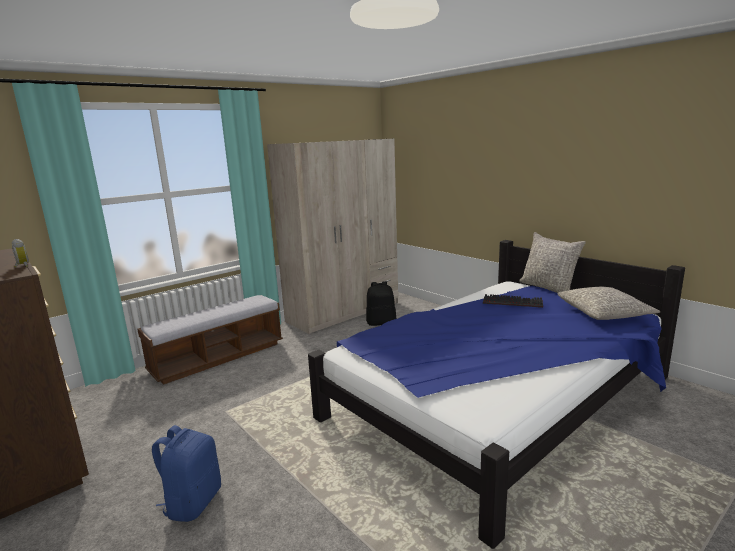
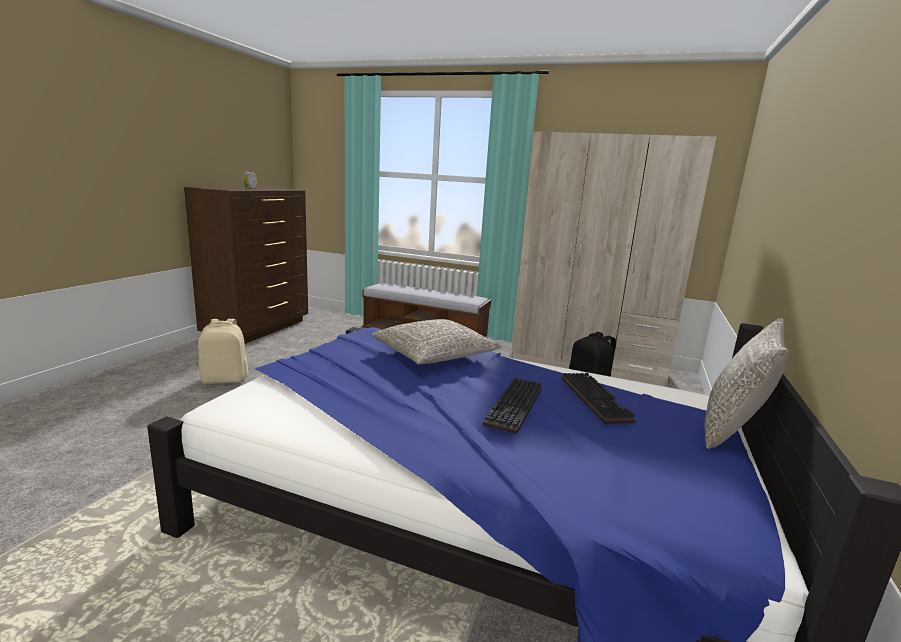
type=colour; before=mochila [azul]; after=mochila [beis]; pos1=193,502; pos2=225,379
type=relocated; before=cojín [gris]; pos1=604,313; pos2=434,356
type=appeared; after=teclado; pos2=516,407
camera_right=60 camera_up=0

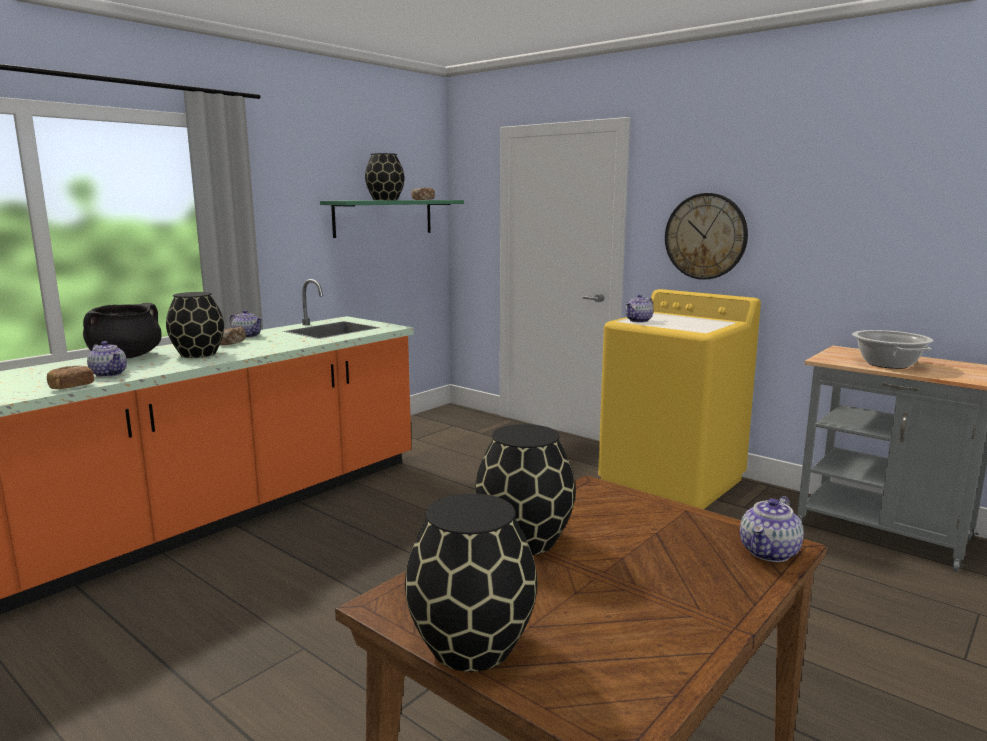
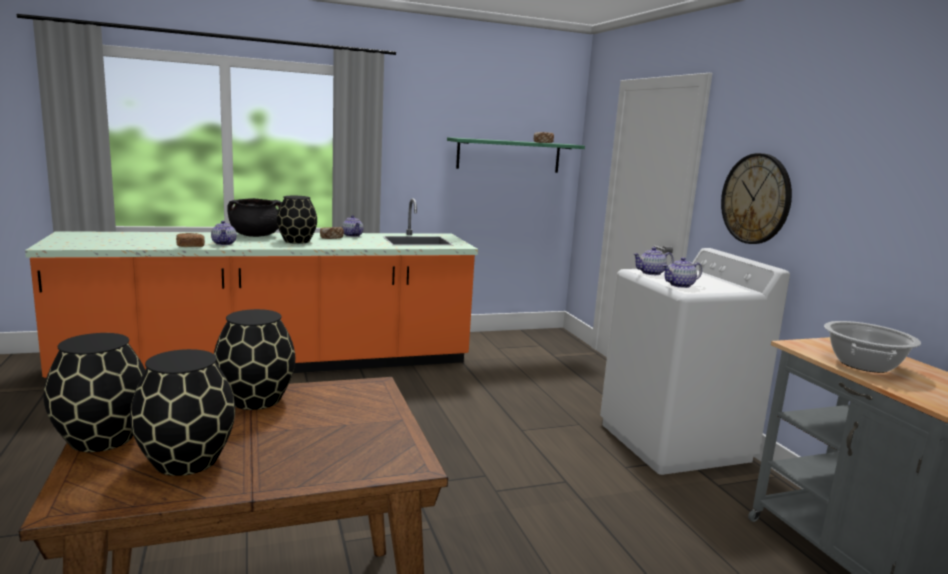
type=relocated; before=florero [negro]; pos1=385,200; pos2=185,461
type=colour; before=lavadora [amarillo]; after=lavadora [blanco]; pos1=672,482; pos2=674,442
type=relocated; before=tetera; pos1=769,553; pos2=680,285
camera_right=30 camera_up=0

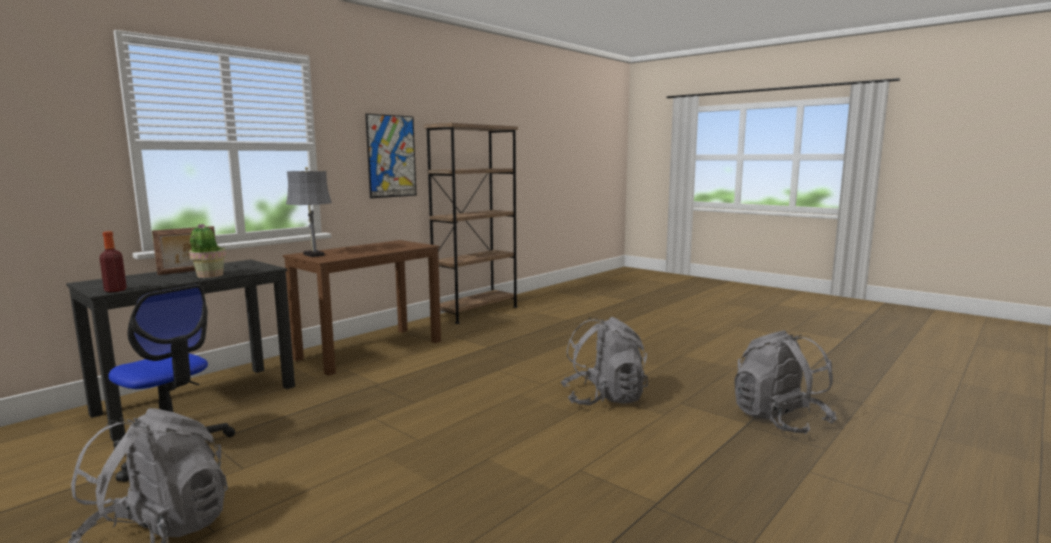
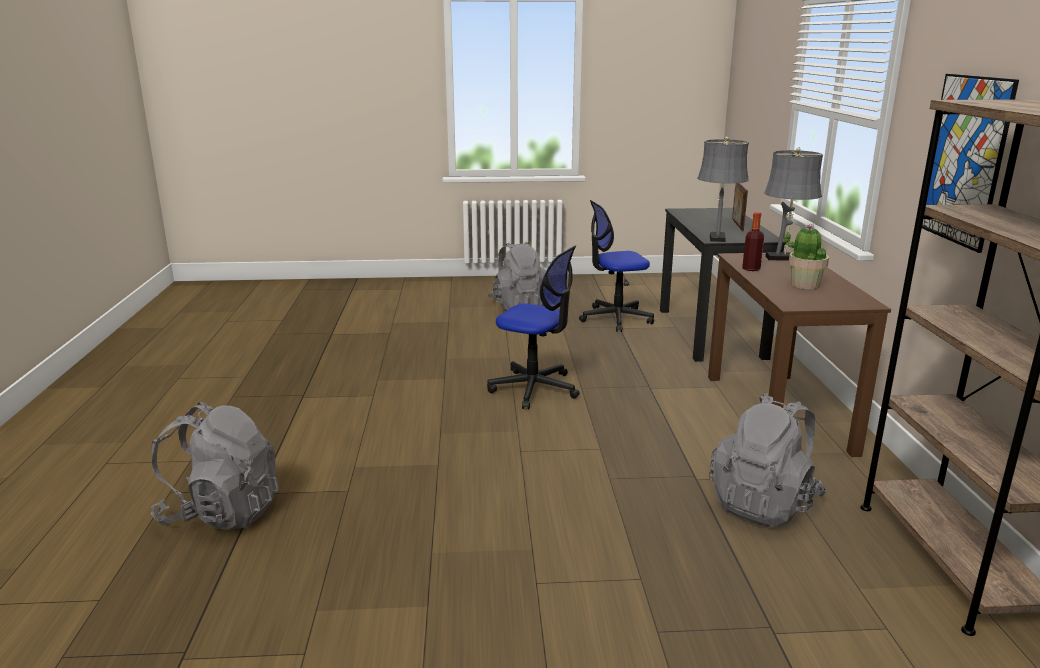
type=appeared; after=silla de oficina; pos2=534,388
type=appeared; after=lámpara de mesa [gris]; pos2=717,237
type=relocated; before=mochila [gris]; pos1=603,398; pos2=764,504
type=relocated; before=botella; pos1=115,290; pos2=751,269
type=relocated; before=planta en maceta; pos1=209,275; pos2=804,285
camera_right=135 camera_up=10

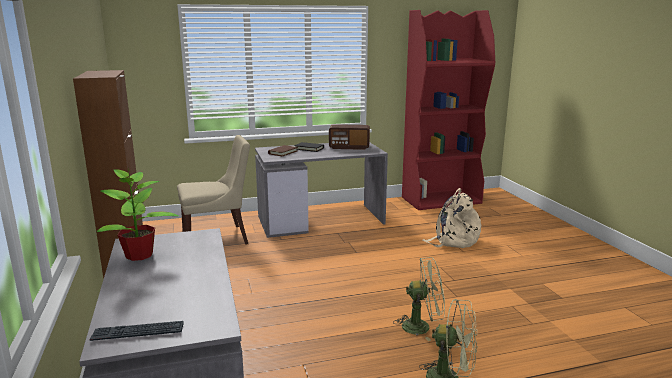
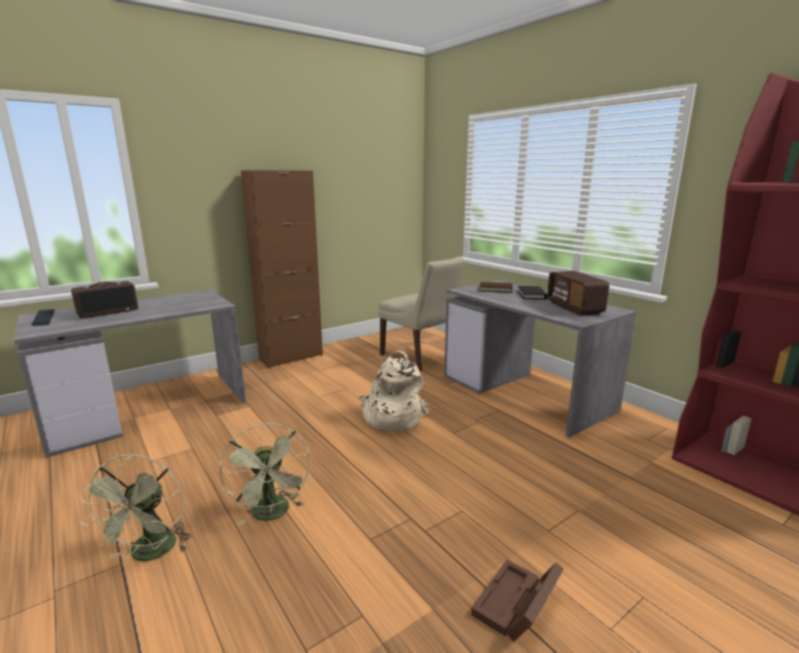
type=appeared; after=radio; pos2=108,312
type=relocated; before=mochila [beis]; pos1=453,240; pos2=391,417
type=appeared; after=caja de almacenaje [marrón]; pos2=516,606
type=missing; before=planta en maceta; pos1=139,255
camera_right=70 camera_up=0

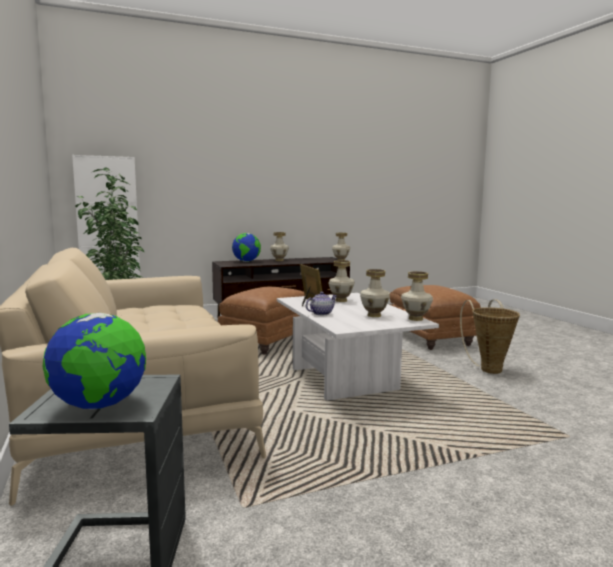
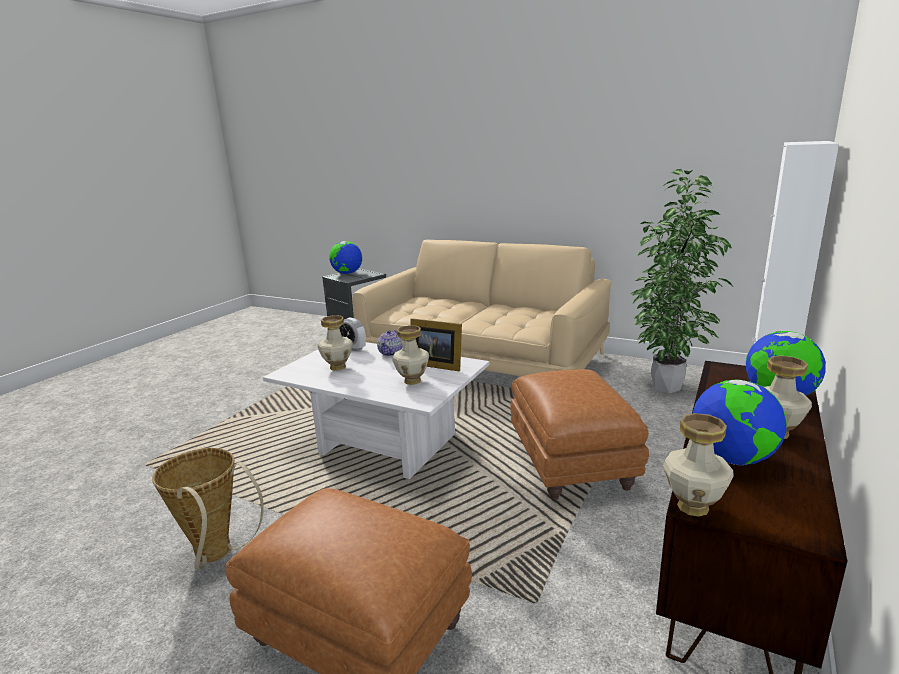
type=appeared; after=despertador; pos2=353,348
type=appeared; after=globo terráqueo; pos2=732,458
type=missing; before=florero; pos1=416,319
camera_right=140 camera_up=10

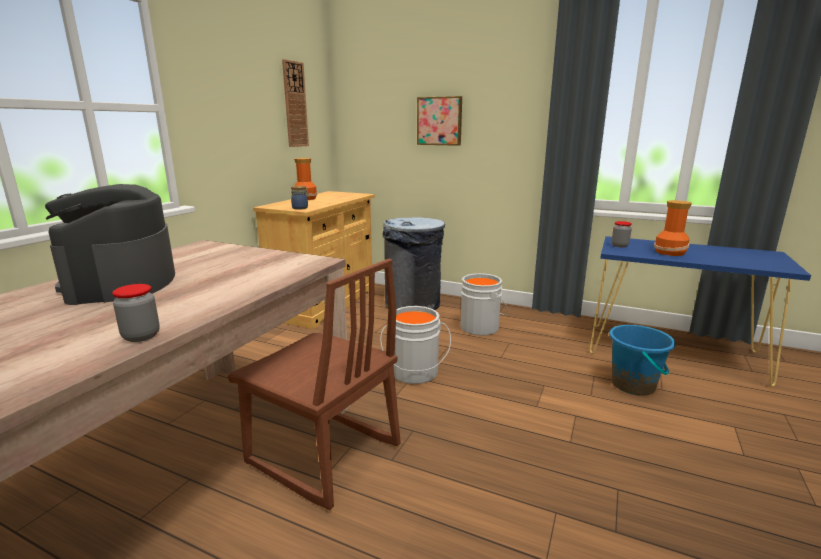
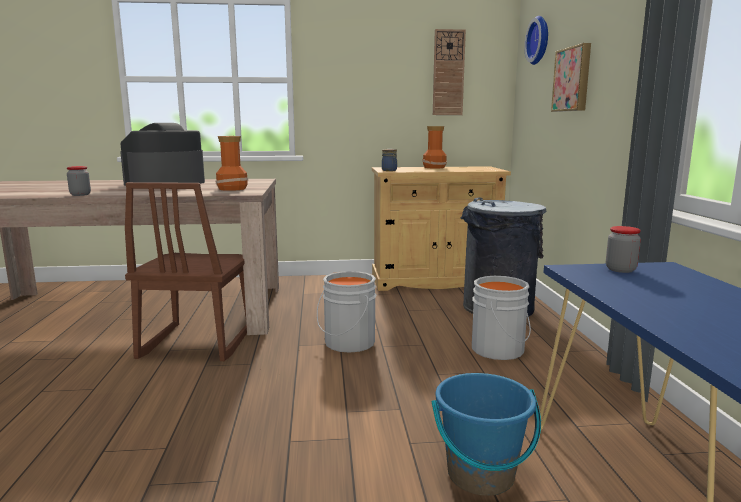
type=relocated; before=florero; pos1=670,252; pos2=232,189
type=appeared; after=reloj de pared; pos2=540,40
camera_right=60 camera_up=-5

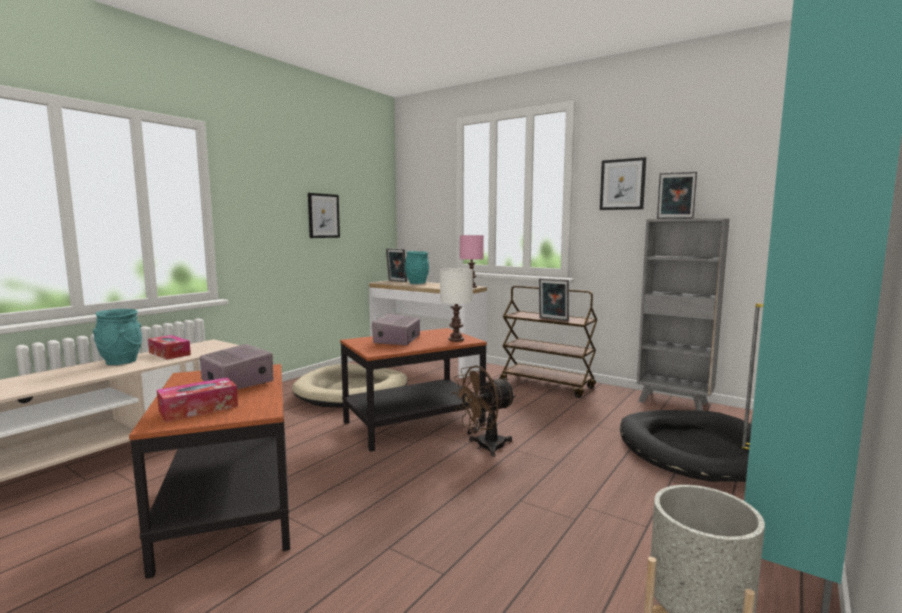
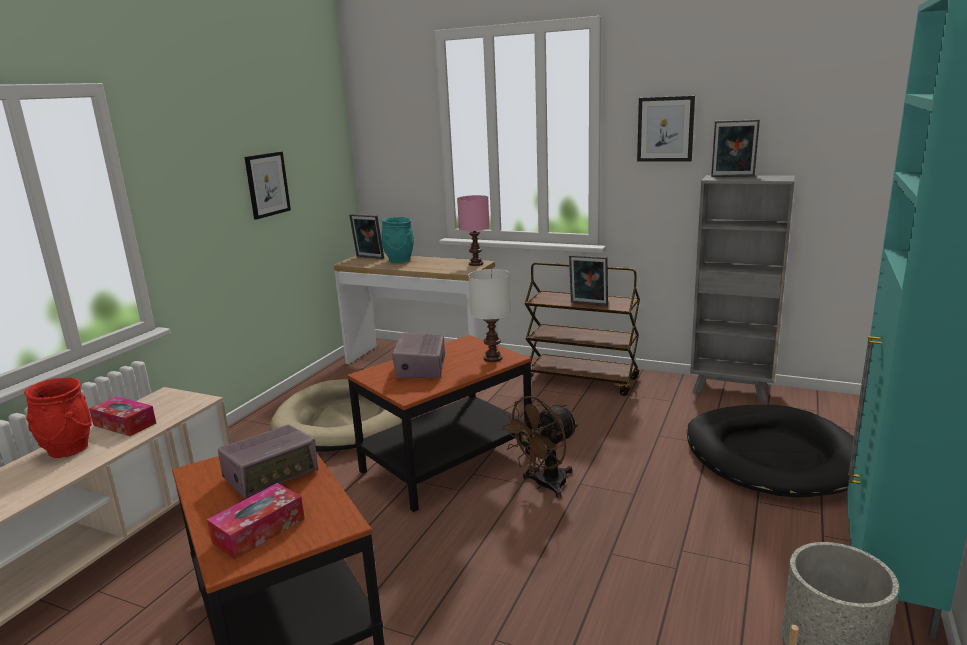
type=colour; before=florero [turquesa]; after=florero [rojo]; pos1=120,362; pos2=67,449
type=spun; before=radio; pos1=237,382; pos2=271,475; turn=105
camera_right=-10 camera_up=10

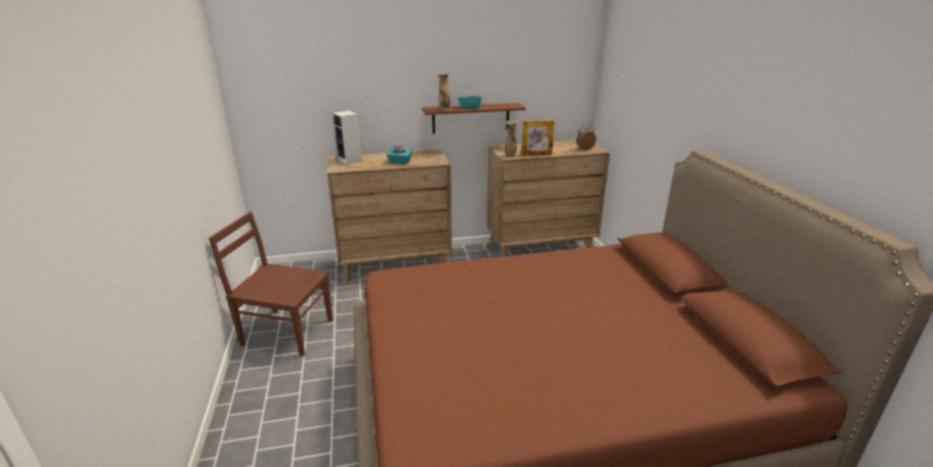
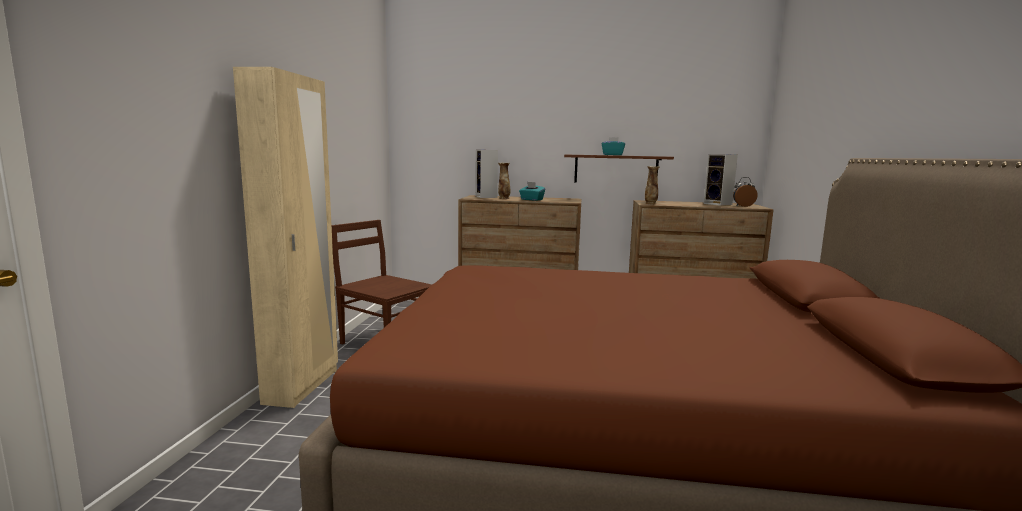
type=appeared; after=armario ropero [beis]; pos2=302,386
type=relocated; before=florero; pos1=444,109; pos2=503,198
type=appeared; after=altavoz; pos2=719,204
type=missing; before=portarretratos; pos1=536,155
camera_right=20 camera_up=-15

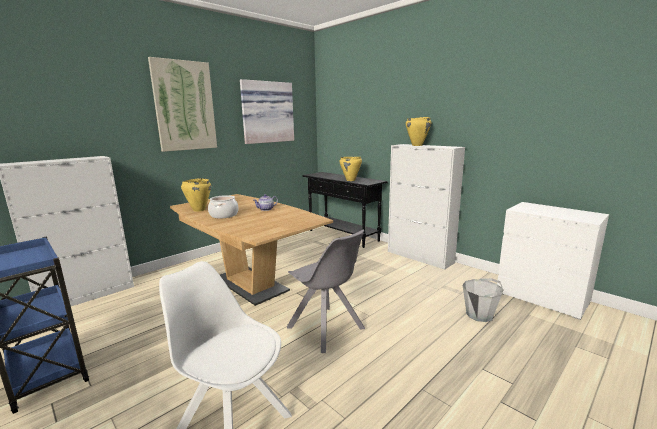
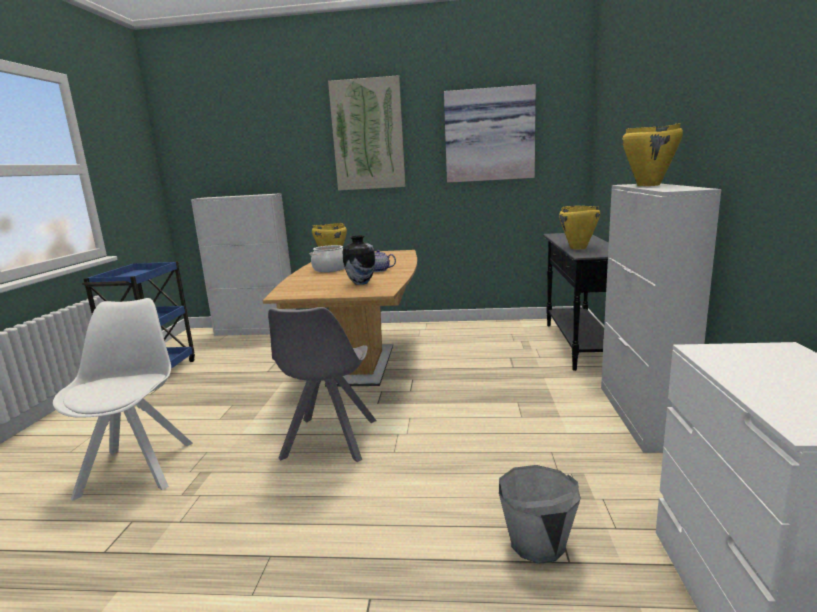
type=appeared; after=florero; pos2=361,283
camera_right=50 camera_up=0

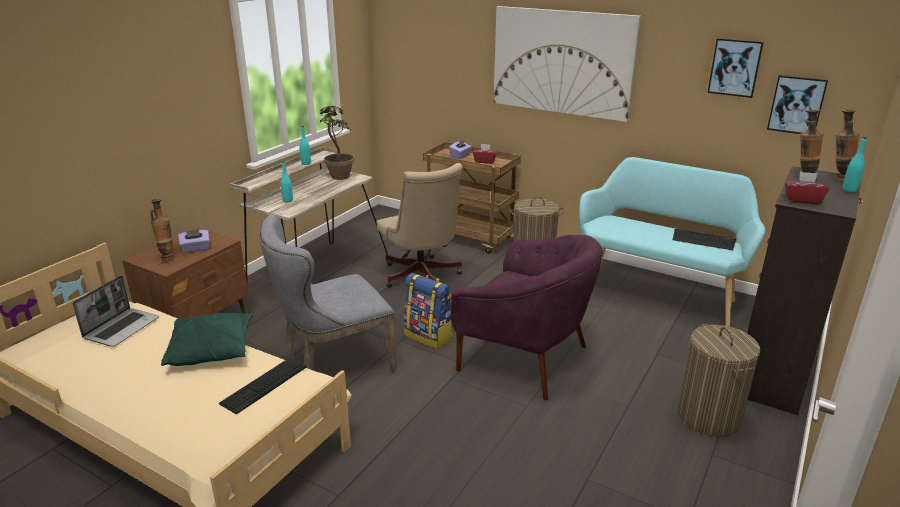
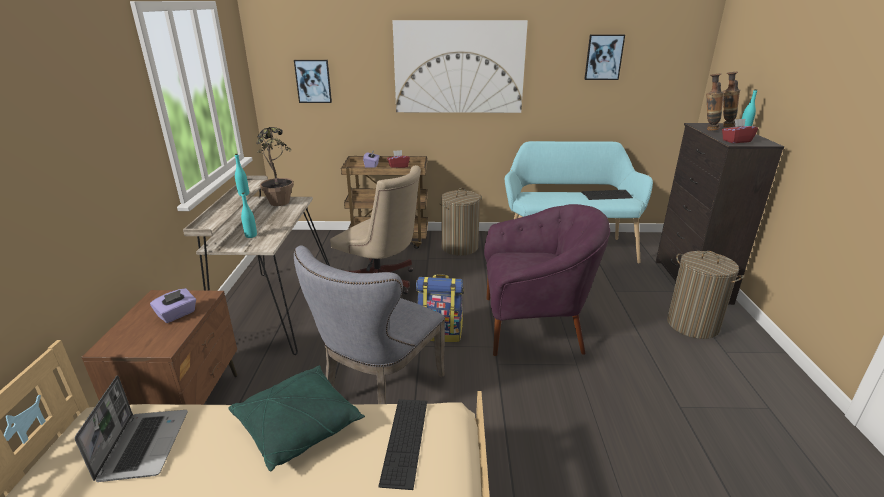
type=relocated; before=cuadro; pos1=796,104; pos2=313,81
type=missing; before=florero; pos1=167,258
camera_right=-30 camera_up=0

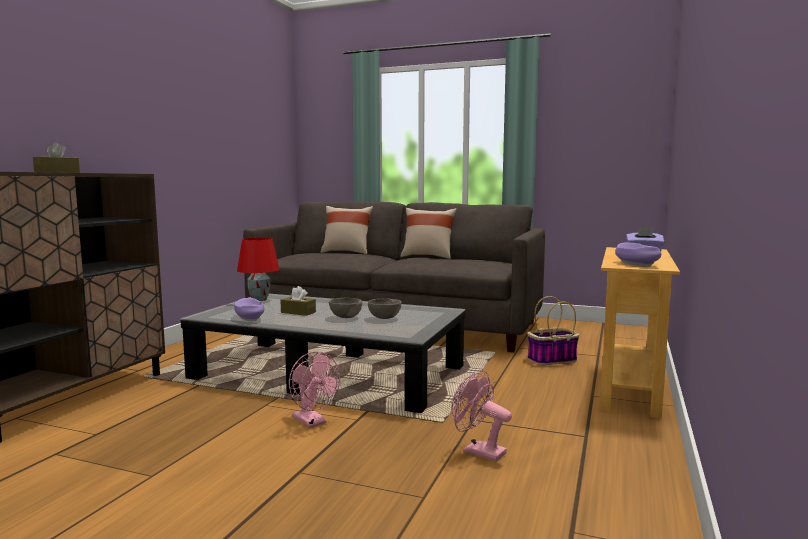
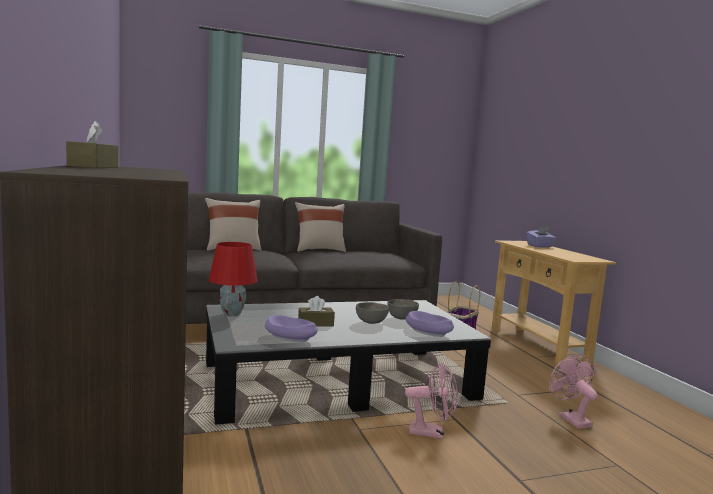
type=relocated; before=cuenco [morado]; pos1=637,264; pos2=428,332
type=spun; before=ventilador [rosa]; pos1=478,451; pos2=570,418; turn=75
camera_right=-40 camera_up=0

